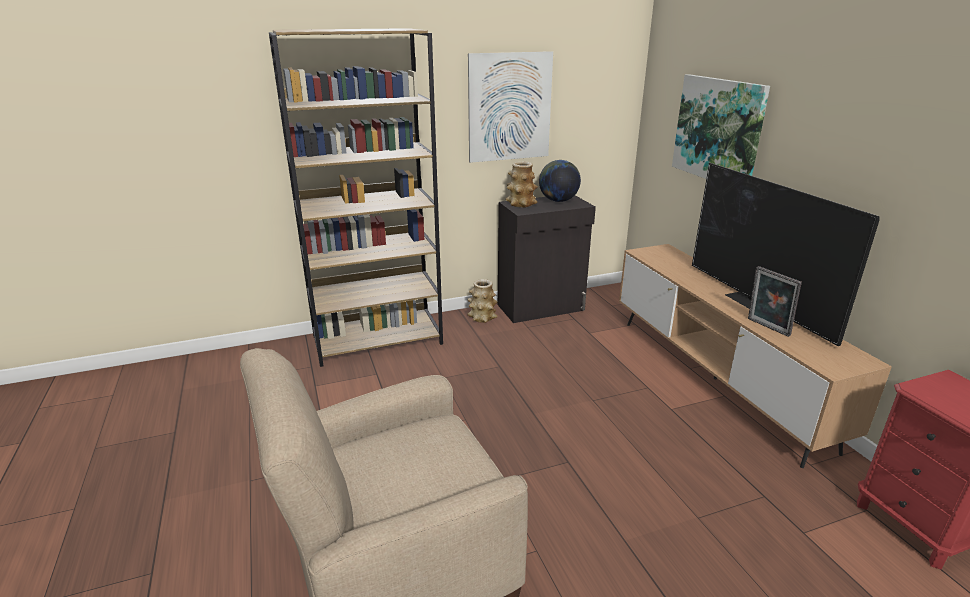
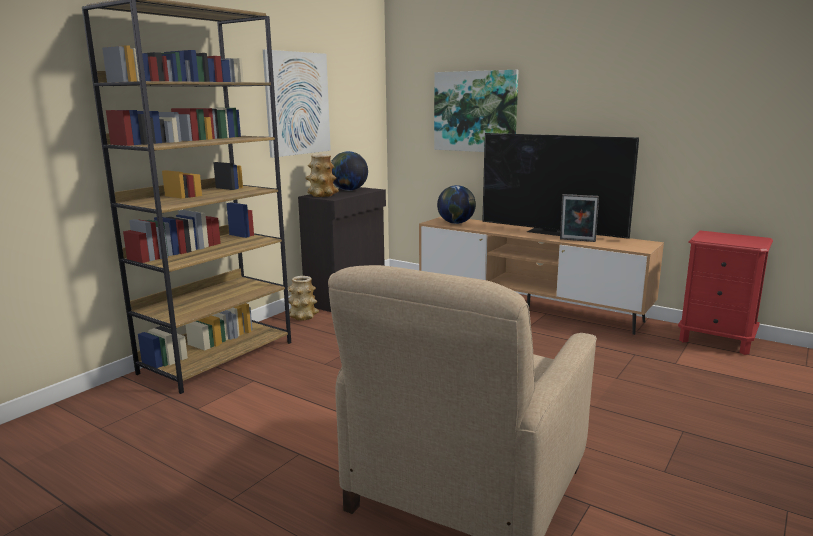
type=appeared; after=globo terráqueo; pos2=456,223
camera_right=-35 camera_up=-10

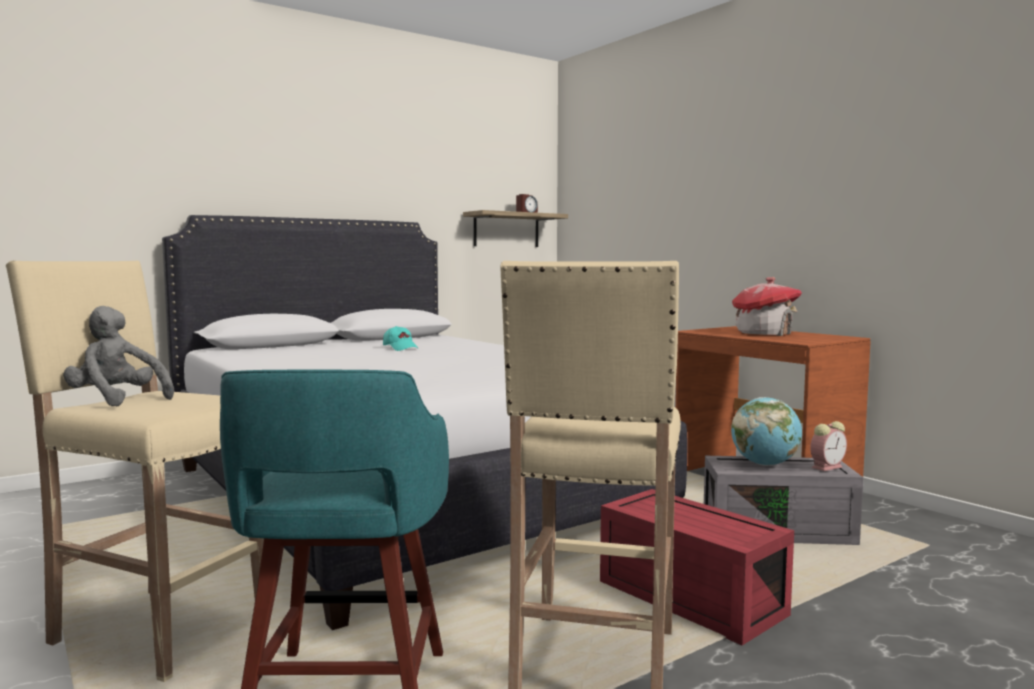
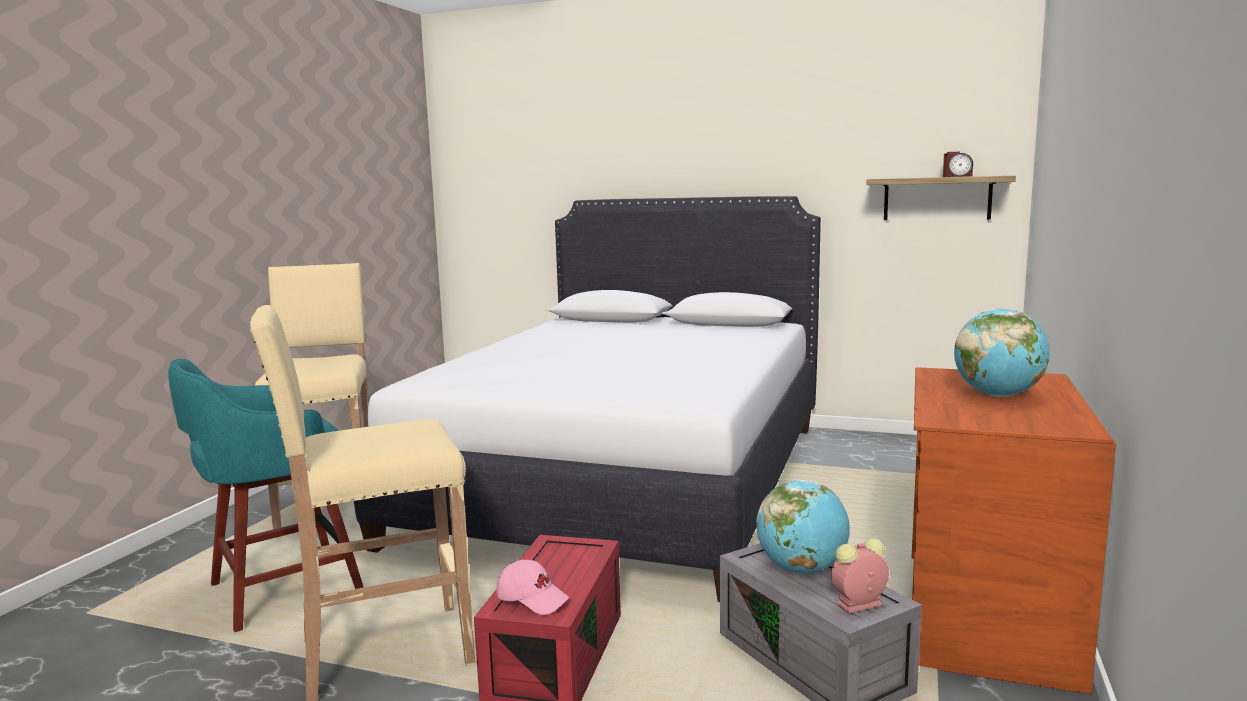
type=appeared; after=gorra [rosa]; pos2=532,599
type=spun; before=despertador; pos1=827,467; pos2=858,605; turn=135
type=exchanged; before=casita; after=globo terráqueo; pos1=764,333; pos2=998,395
type=missing; before=peluche [gris]; pos1=117,400
type=missing; before=gorra [turquesa]; pos1=401,348
camera_right=55 camera_up=5

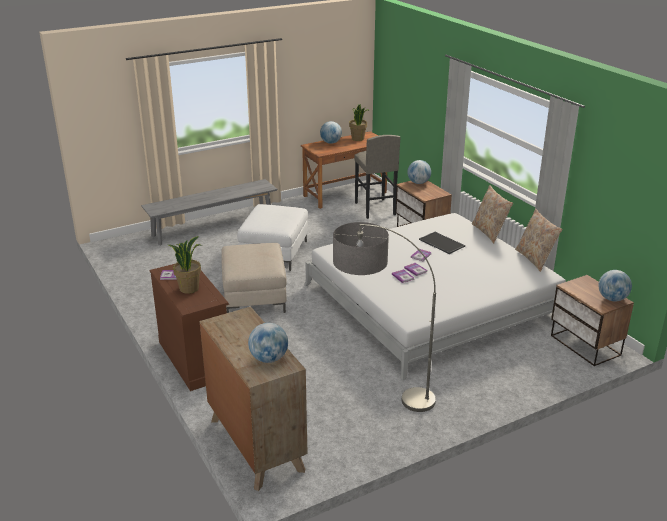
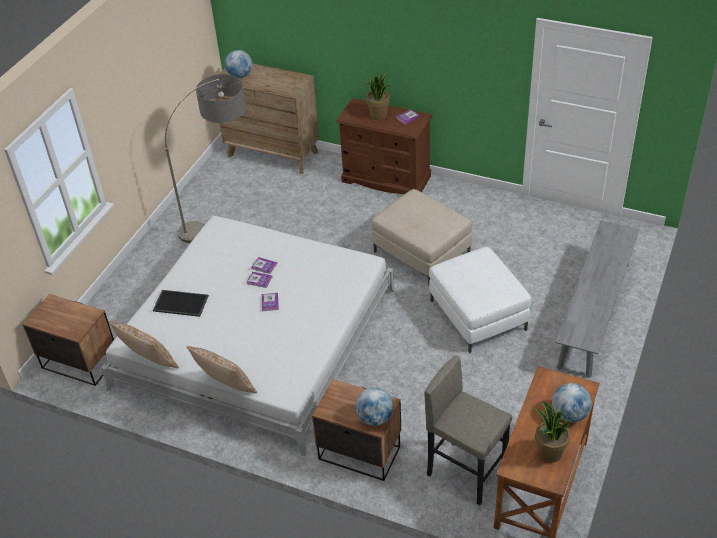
type=relocated; before=bandeja; pos1=442,243; pos2=180,304
type=missing; before=globo terráqueo; pos1=612,299
camera_right=145 camera_up=15

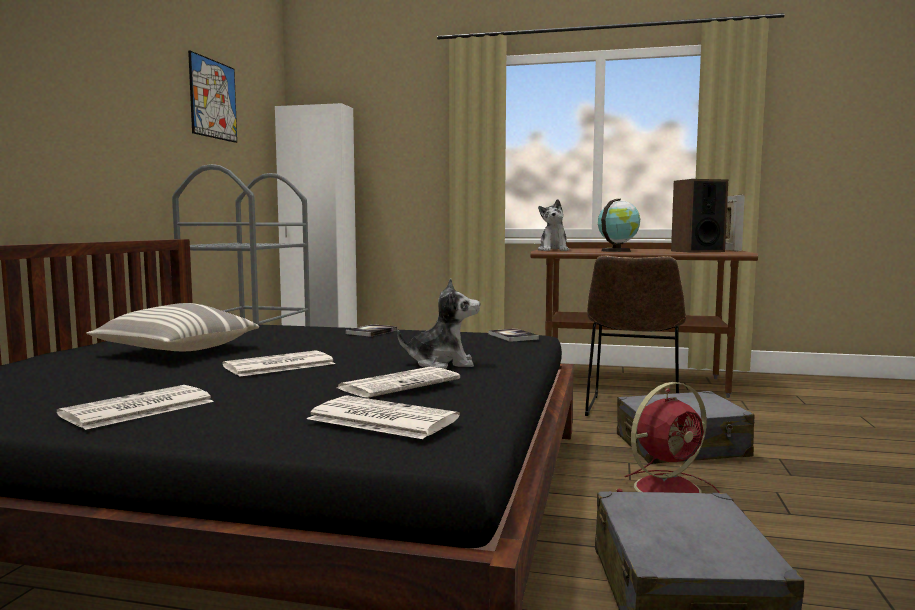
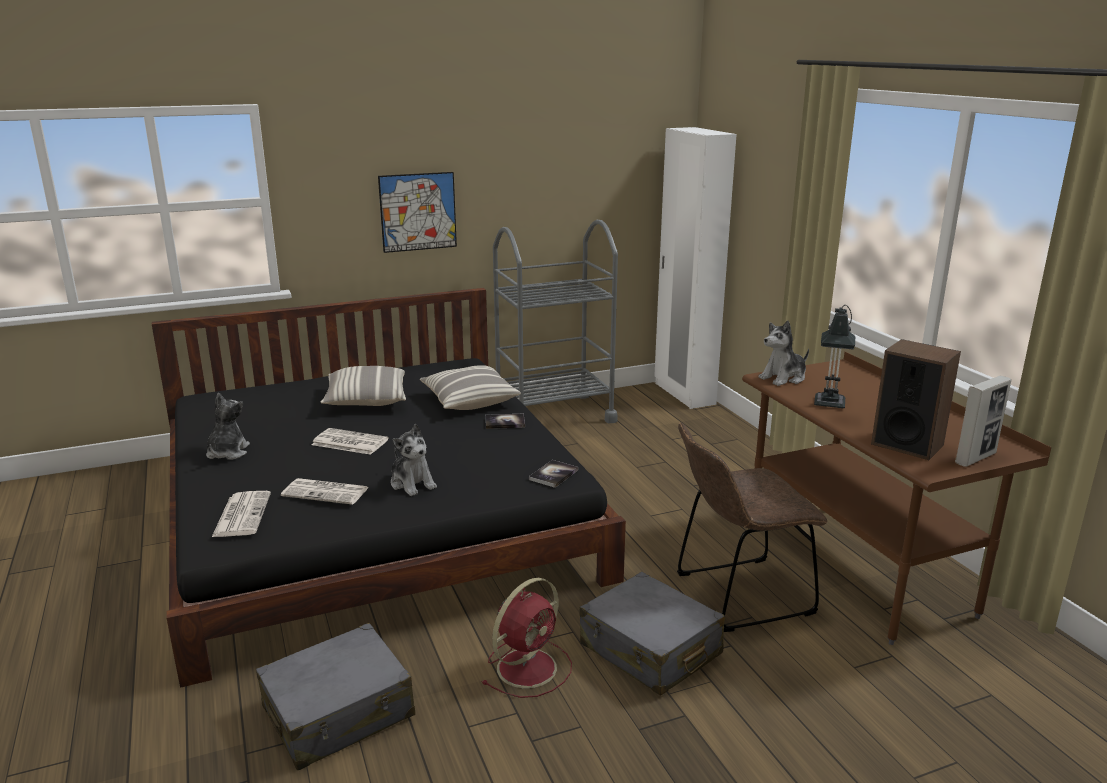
type=exchanged; before=periódico; after=peluche; pos1=137,409; pos2=227,453
type=relocated; before=cuadro; pos1=213,99; pos2=418,212
type=appeared; after=cojín; pos2=469,401
type=spun; before=ventilador [rojo]; pos1=669,489; pos2=529,666; turn=-75
type=exchanged; before=globo terráqueo; after=lámpara de mesa; pos1=617,251; pos2=829,406
camera_right=55 camera_up=15

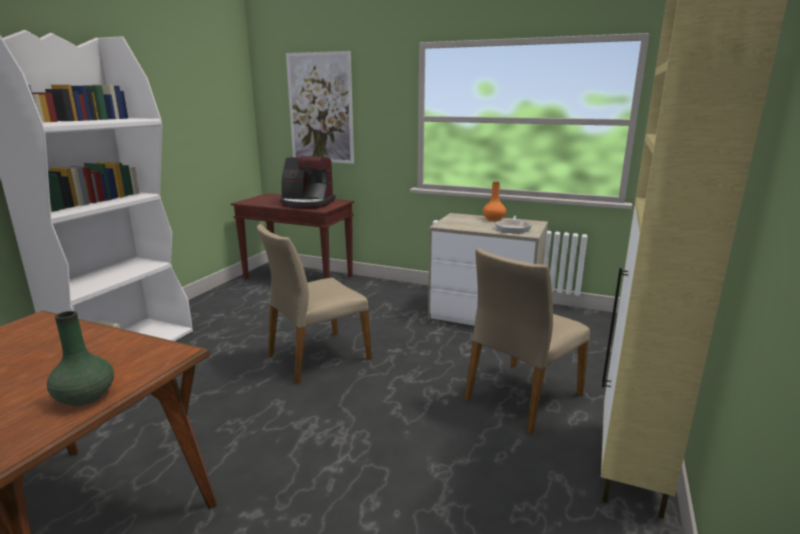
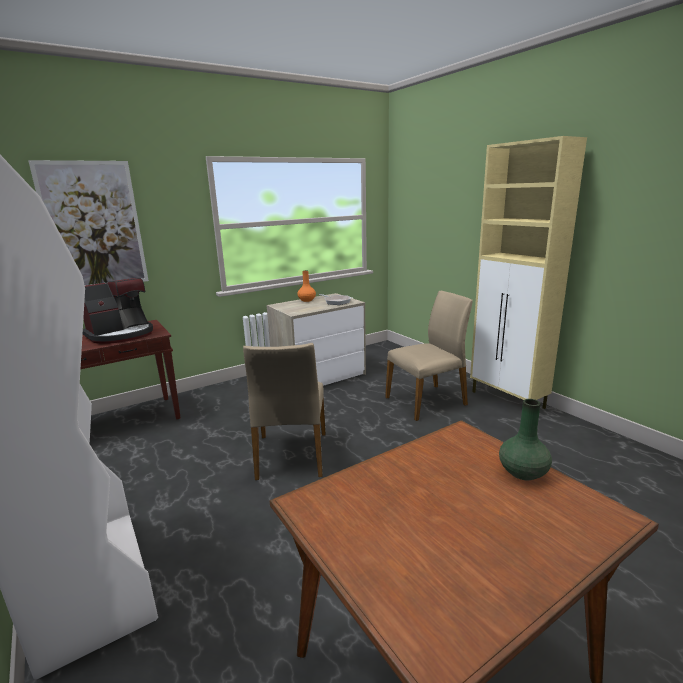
type=spun; before=silla [beis]; pos1=521,396; pos2=427,401; turn=-105
camera_right=-55 camera_up=0

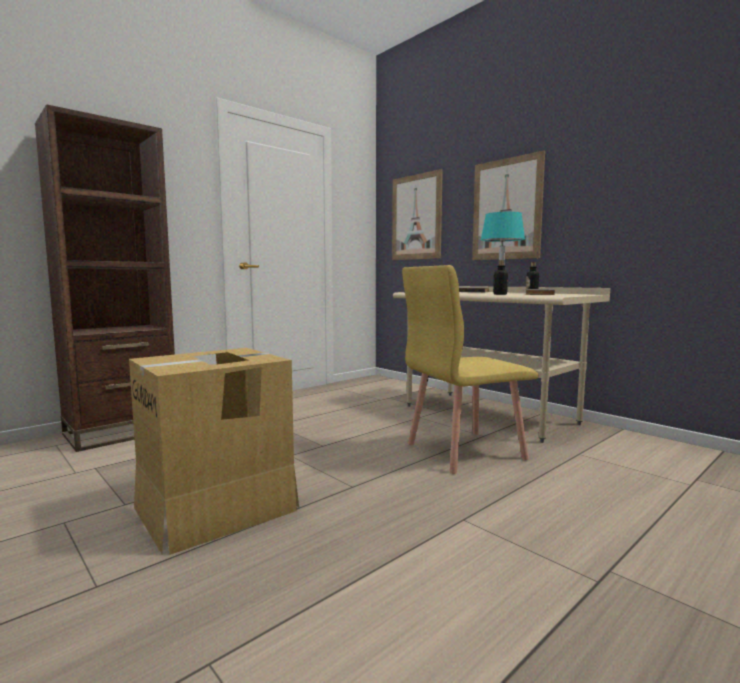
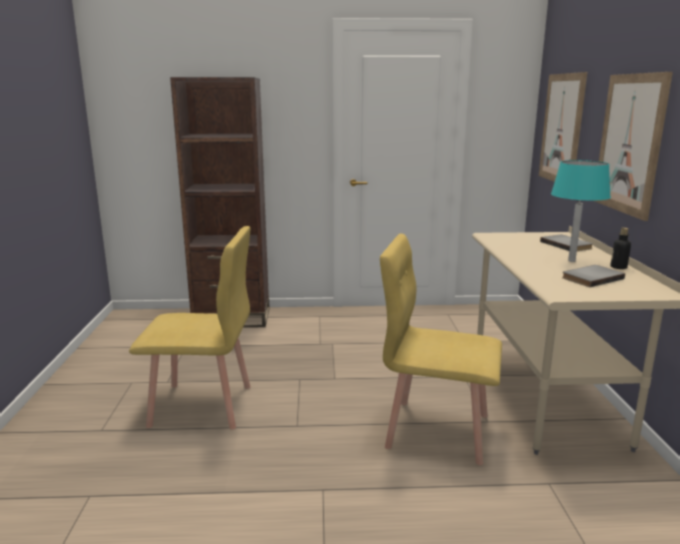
type=exchanged; before=caja de cartón; after=silla [amarillo]; pos1=217,508; pos2=202,406
type=missing; before=botella; pos1=500,294
camera_right=40 camera_up=10

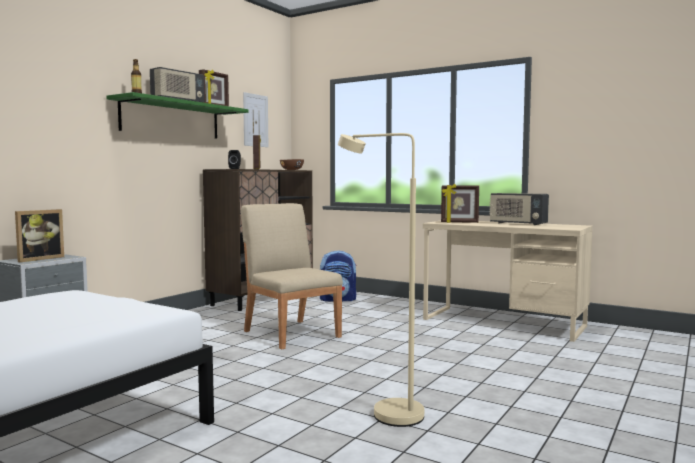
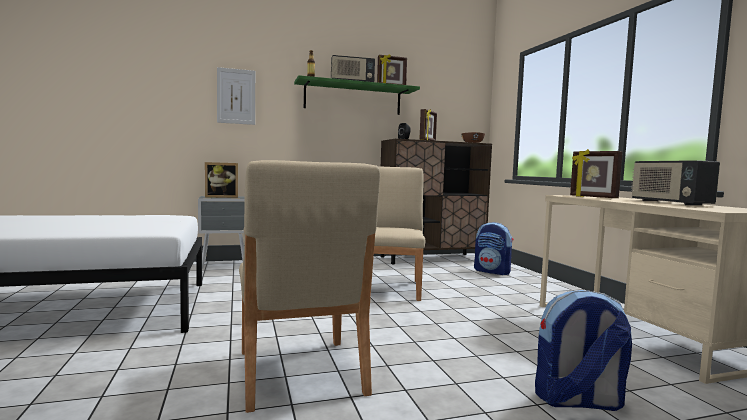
type=relocated; before=cuadro; pos1=255,120; pos2=236,96
type=exchanged; before=lámpara de pie [beis]; after=silla [beis]; pos1=385,412; pos2=299,373
type=appeared; after=mochila; pos2=577,401
camera_right=40 camera_up=0

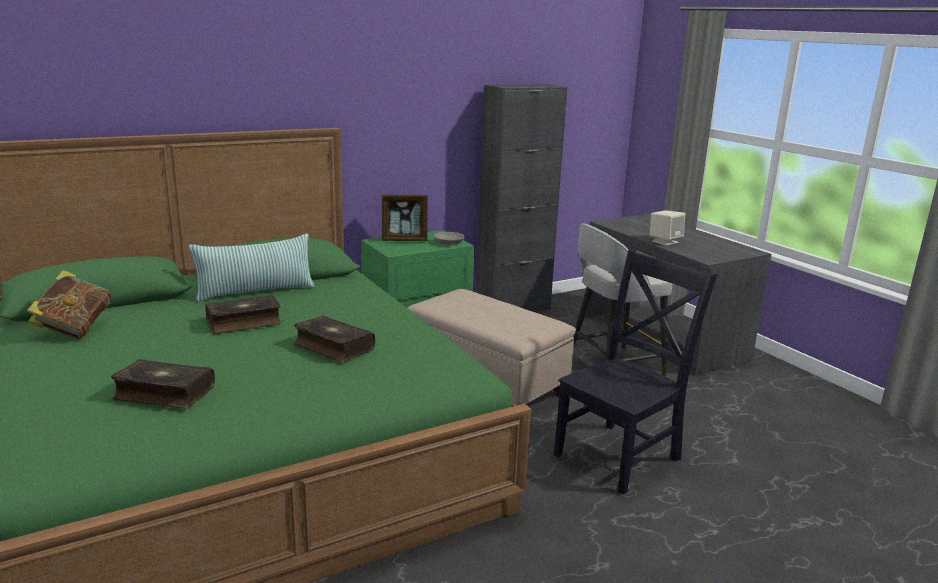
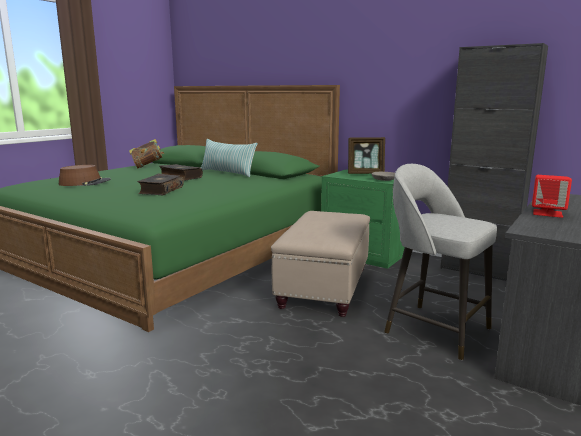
type=exchanged; before=libro; after=sombrero [marrón]; pos1=164,394; pos2=85,183
type=spun; before=portarretratos; pos1=405,240; pos2=365,173; turn=-60
type=colour; before=altavoz [beis]; after=altavoz [rojo]; pos1=664,241; pos2=547,213
type=missing; before=silla [negro]; pos1=621,455
camera_right=65 camera_up=-5

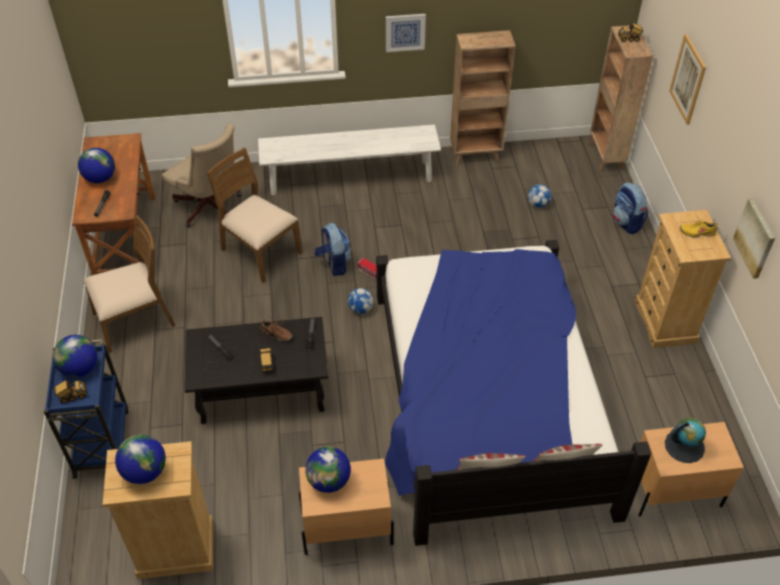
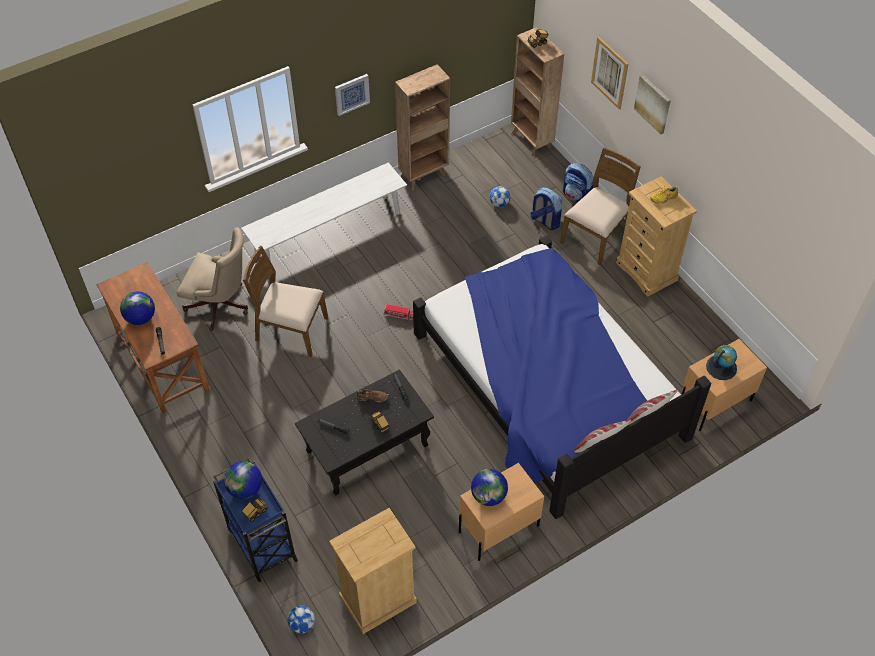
type=relocated; before=balón de fútbol; pos1=360,309; pos2=302,624
type=relocated; before=mochila; pos1=334,264; pos2=545,221
type=relocated; before=silla [marrón]; pos1=135,320; pos2=596,236
type=relocated; before=cuadro; pos1=755,238; pos2=653,103
type=missing; before=globo terráqueo; pos1=145,472
camera_right=-25 camera_up=5

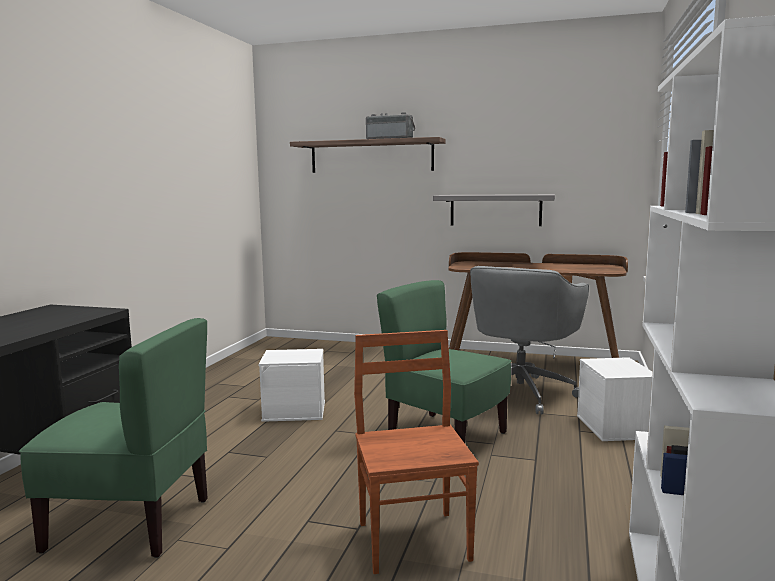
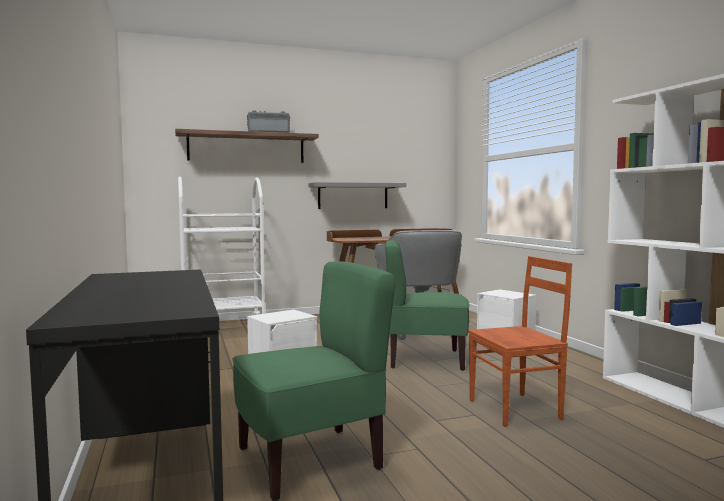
type=appeared; after=carrito [blanco]; pos2=223,328
type=spun; before=silla [marrón]; pos1=415,540; pos2=516,409; turn=120
camera_right=-35 camera_up=-5

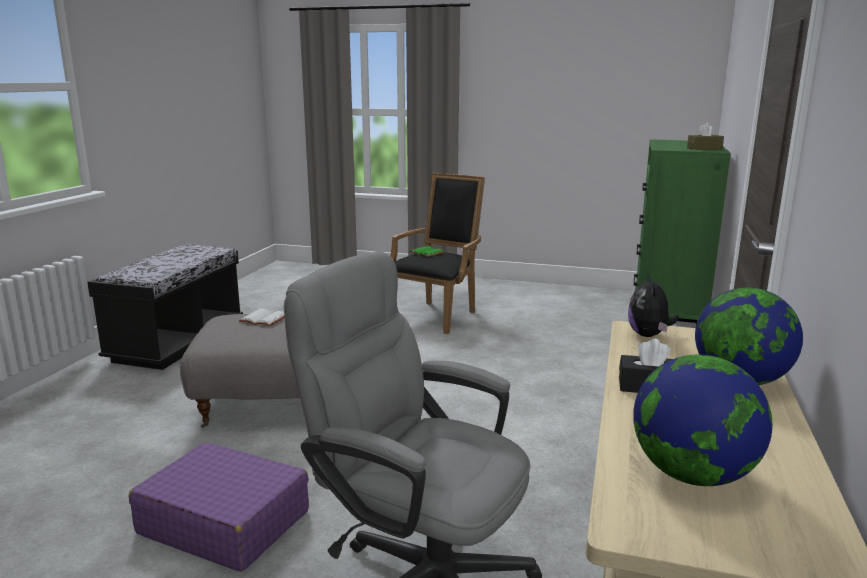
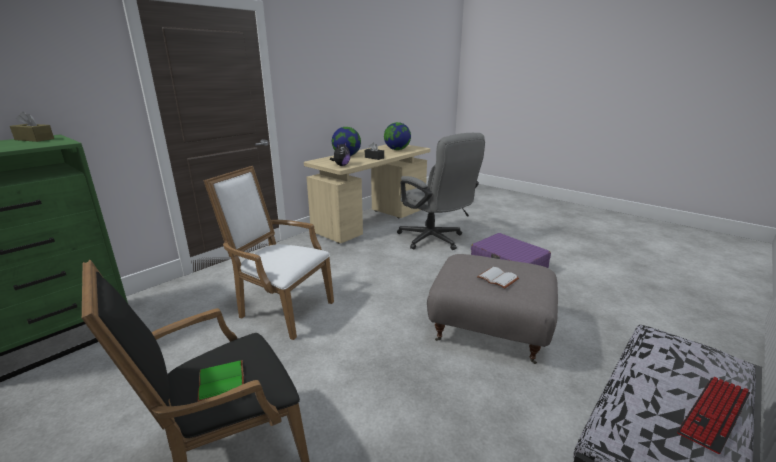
type=appeared; after=sillón [blanco]; pos2=281,309
type=appeared; after=teclado; pos2=714,413
camera_right=-155 camera_up=5

